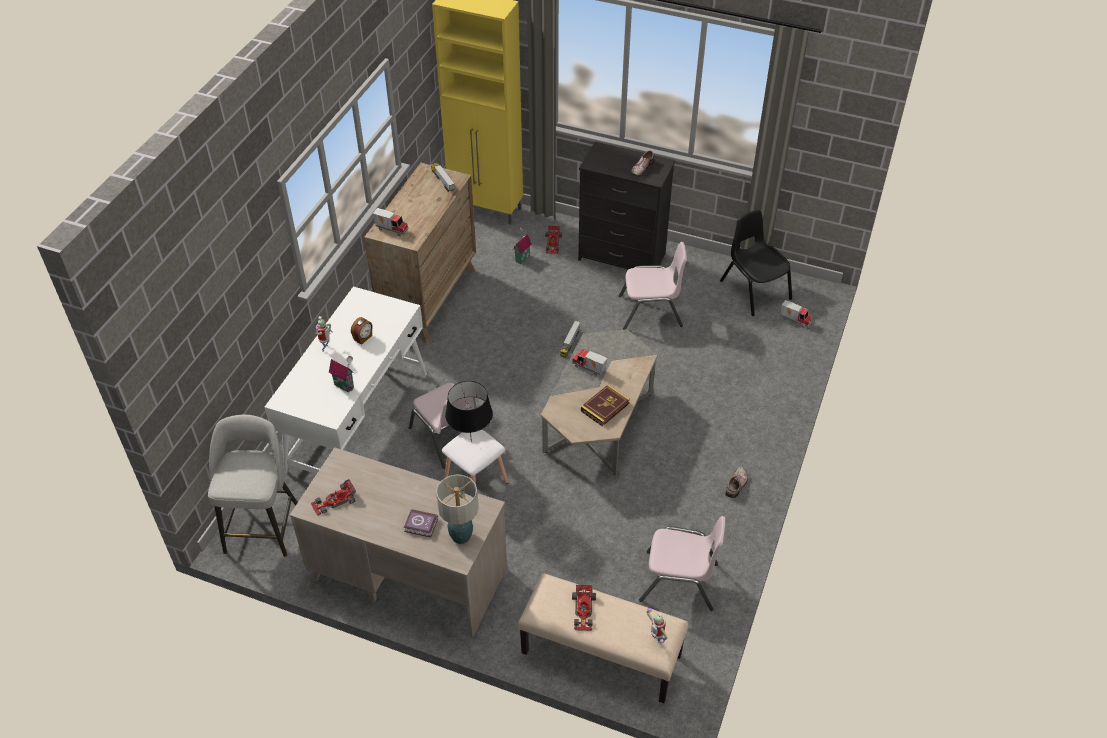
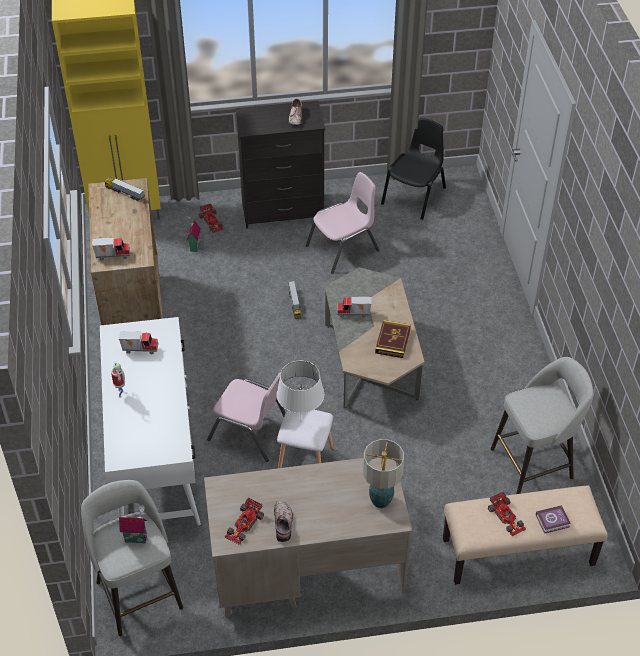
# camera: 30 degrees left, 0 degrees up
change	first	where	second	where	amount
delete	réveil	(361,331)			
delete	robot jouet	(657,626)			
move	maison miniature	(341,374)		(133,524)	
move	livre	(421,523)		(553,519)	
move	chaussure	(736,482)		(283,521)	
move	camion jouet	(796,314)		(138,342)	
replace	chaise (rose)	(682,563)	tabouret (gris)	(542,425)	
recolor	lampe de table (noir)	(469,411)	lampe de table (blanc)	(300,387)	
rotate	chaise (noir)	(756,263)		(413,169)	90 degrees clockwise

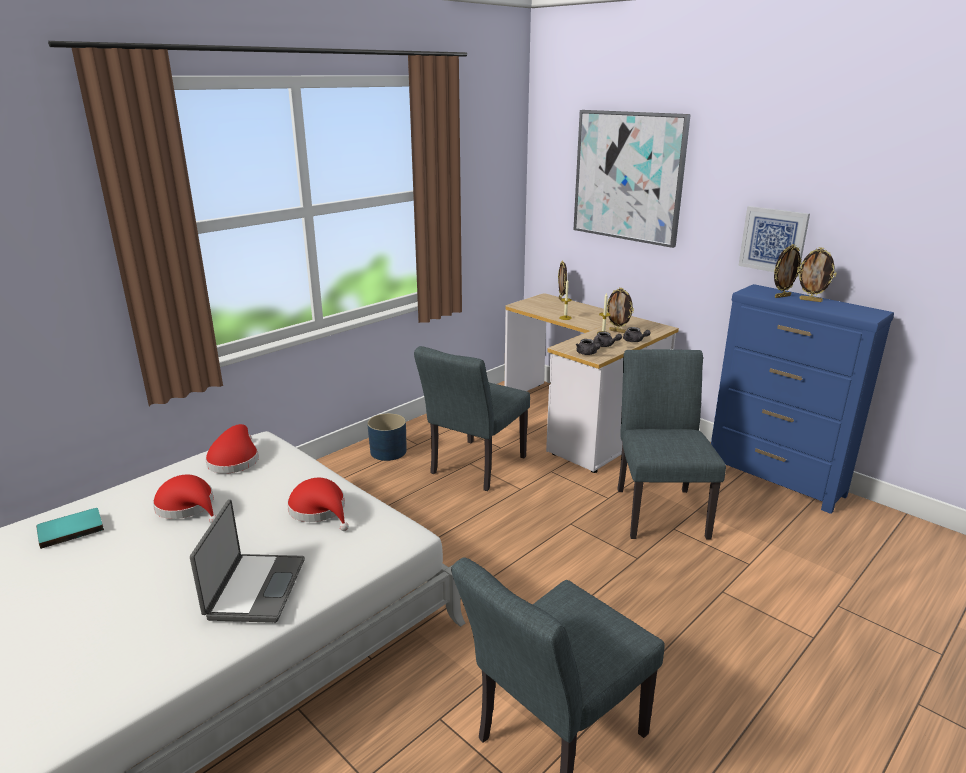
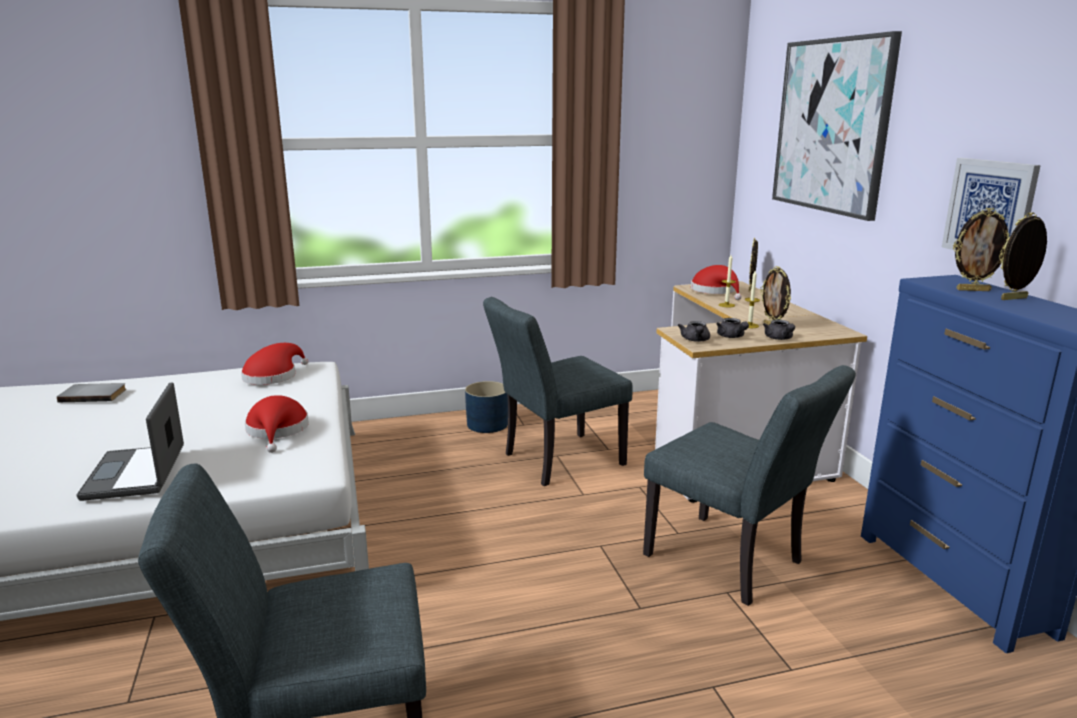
# camera: 30 degrees right, 5 degrees down
change	first	where	second	where	amount
move	chapeau (rouge)	(184,499)		(716,282)	
recolor	livre (turquoise)	(70,528)	livre (gris)	(91,392)	
rotate	ordinateur portable	(247,561)		(130,442)	135 degrees clockwise
rotate	chaise (gris)	(671,444)		(749,485)	105 degrees clockwise
rotate	cadre photo	(816,274)		(1023,256)	105 degrees clockwise

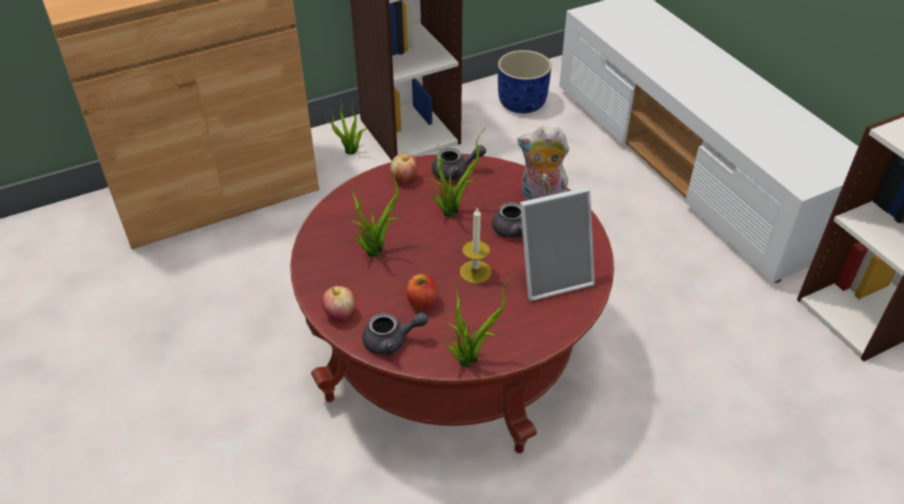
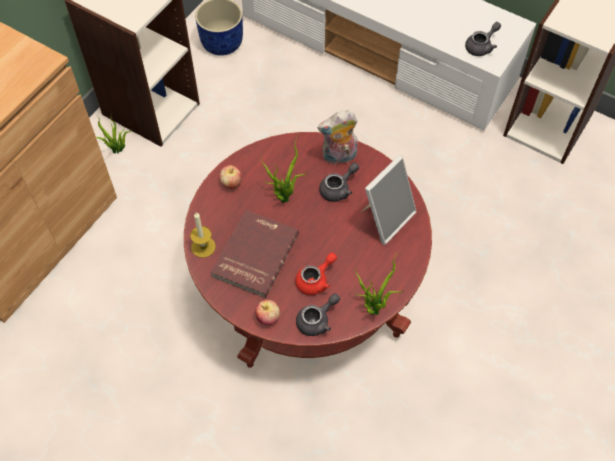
# camera: 30 degrees left, 15 degrees up
change	first	where	second	where	amount
move	théière (gris)	(459,162)		(483,39)	
move	bougie	(476,246)		(203,235)	
replace	plante en pot	(374,209)	livre (rouge)	(254,254)	
replace	pomme	(422,291)	théière (rouge)	(316,274)	

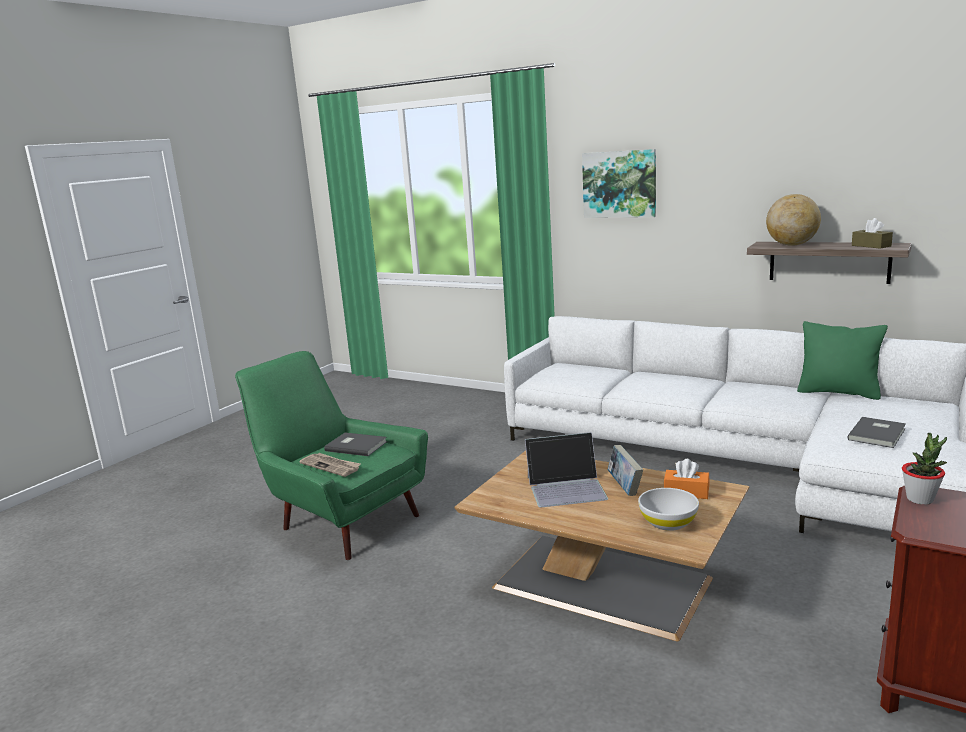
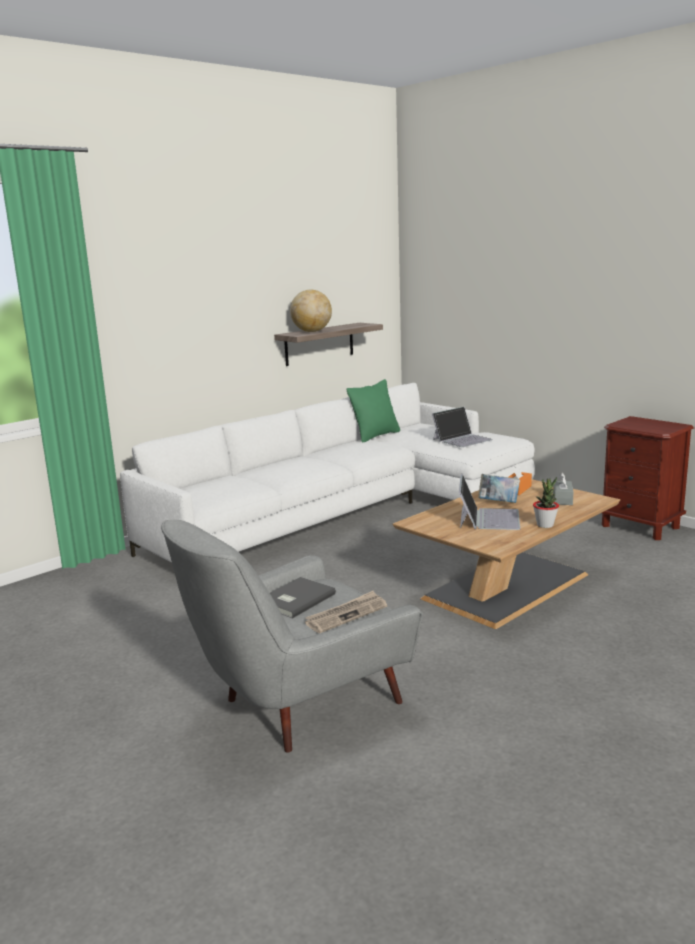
# camera: 75 degrees left, 0 degrees up
change	first	where	second	where	amount
delete	tableau	(619,183)			
delete	boîte à mouchoirs (marron)	(872,233)			
move	plante en pot	(924,469)		(546,502)	
replace	bol (blanc)	(668,509)	boîte à mouchoirs (gris)	(563,488)	
replace	livre (gris)	(876,432)	ordinateur portable	(462,427)	
recolor	fauteuil (vert)	(331,455)	fauteuil (gris)	(292,636)	

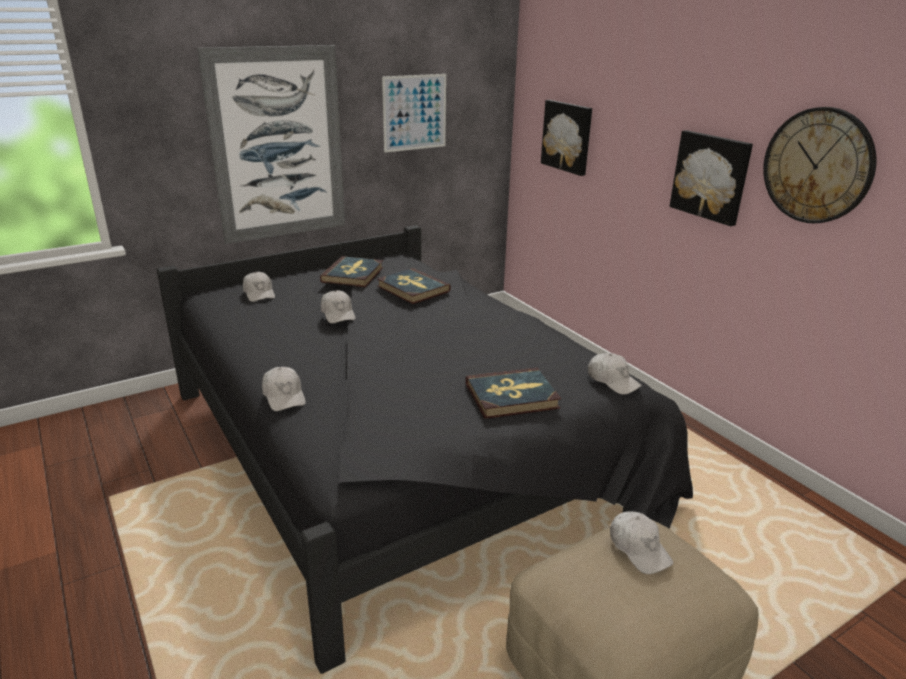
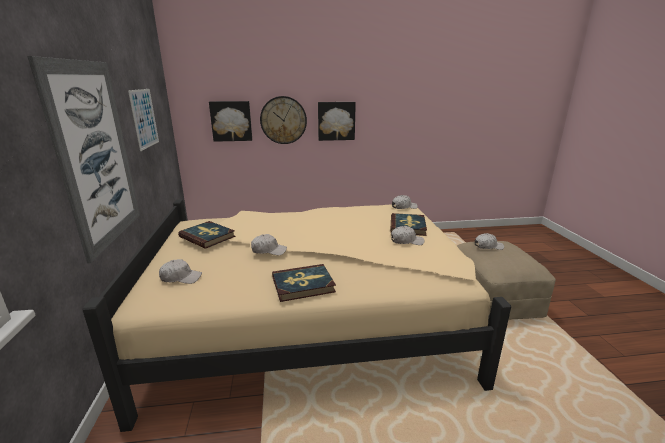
# camera: 65 degrees left, 5 degrees down
change	first	where	second	where	amount
move	casquette (blanc)	(284,389)		(408,235)	
move	livre	(414,286)		(304,283)	
move	horloge murale	(820,165)		(283,120)	
recolor	lit (noir)	(425,449)	lit (beige)	(296,315)	

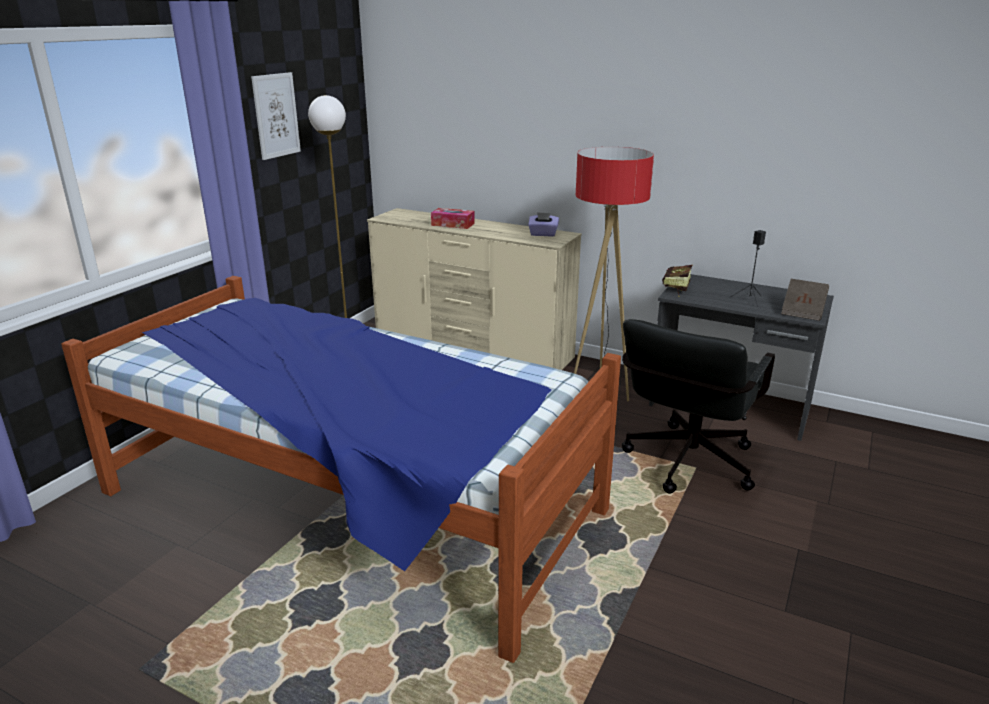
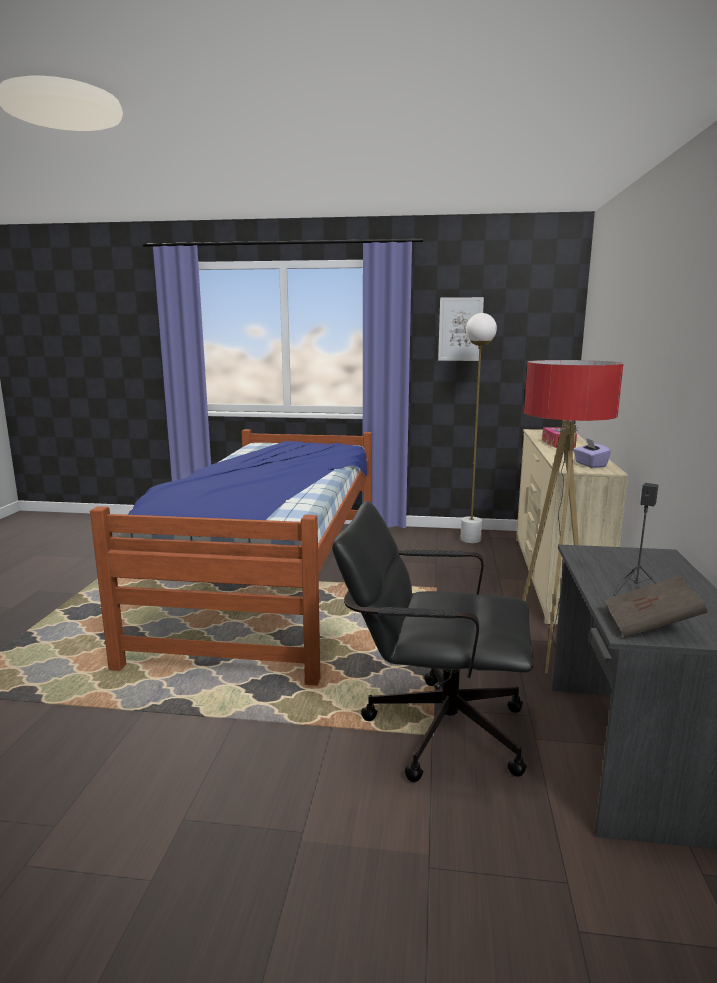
# camera: 70 degrees right, 10 degrees down
change	first	where	second	where	amount
delete	livre	(677,281)			

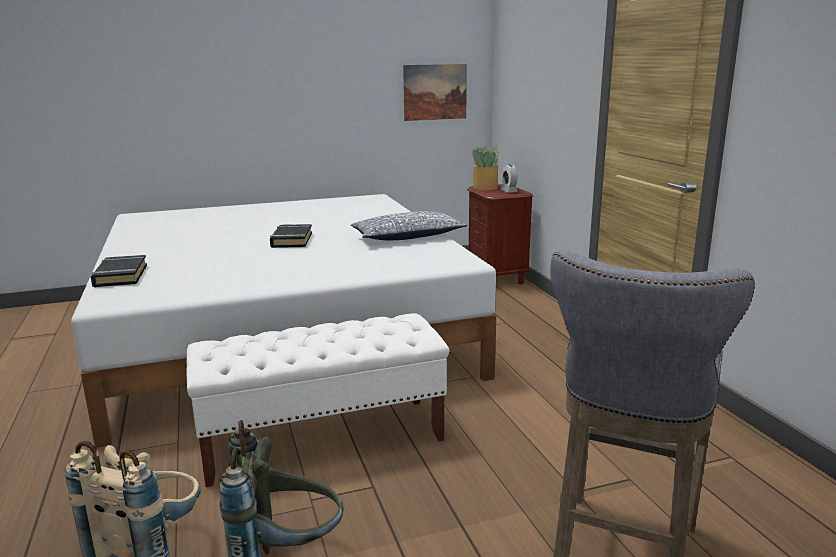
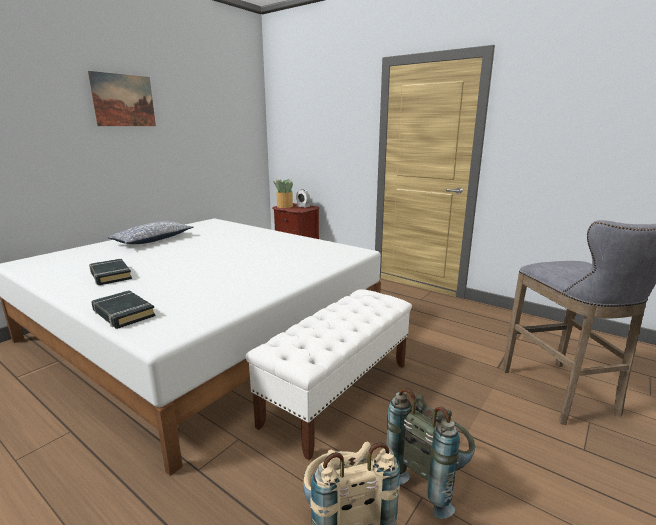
# camera: 35 degrees left, 0 degrees up
change	first	where	second	where	amount
move	livre (noir)	(291,236)		(110,272)	
move	coussin	(409,225)		(150,232)	
move	tableau	(435,92)		(122,98)	

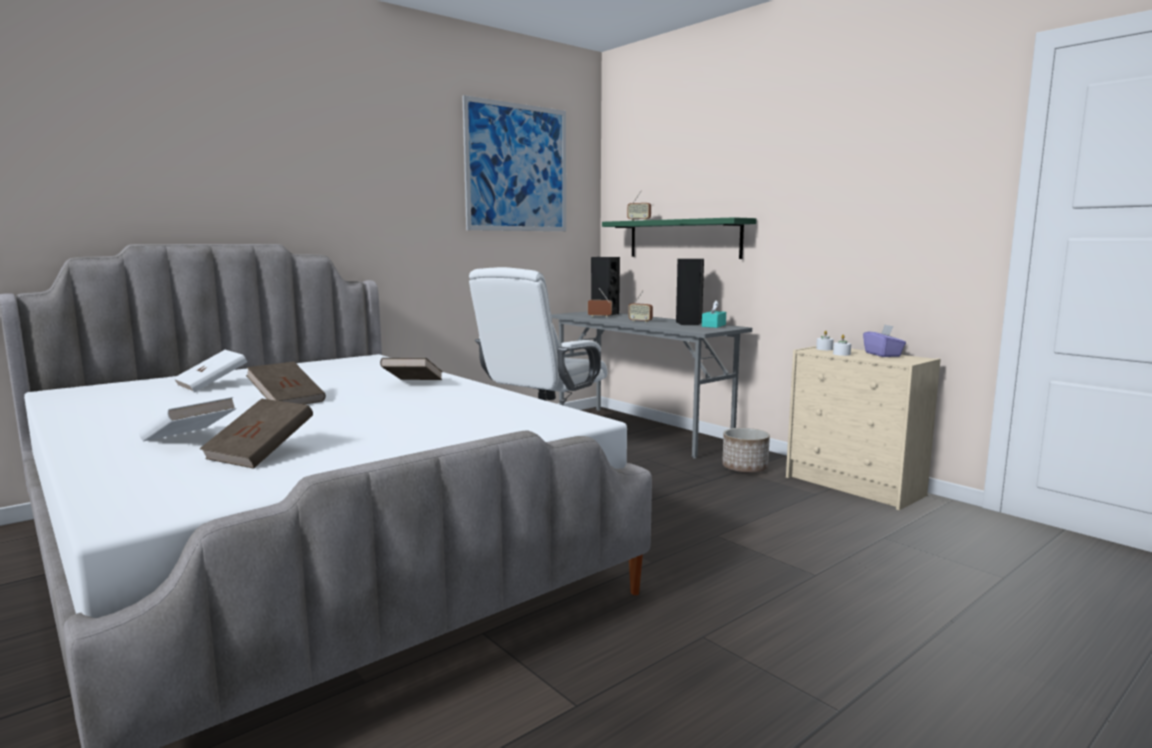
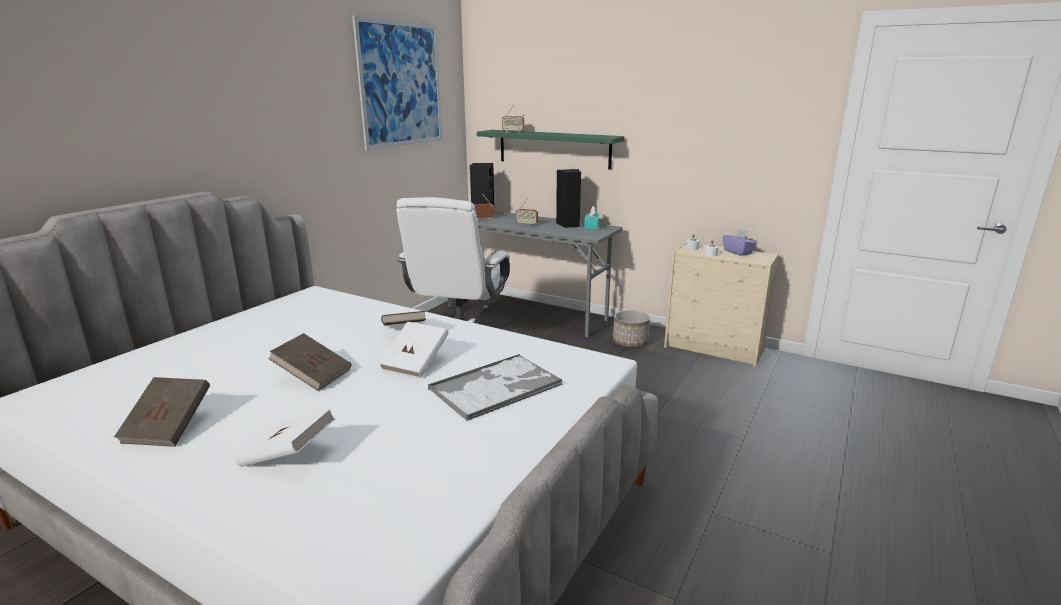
# camera: 20 degrees left, 10 degrees up
change	first	where	second	where	amount
insert			plateau	(495,387)	
move	livre (blanc)	(210,371)		(413,350)	
move	livre (marron)	(256,434)		(162,412)	

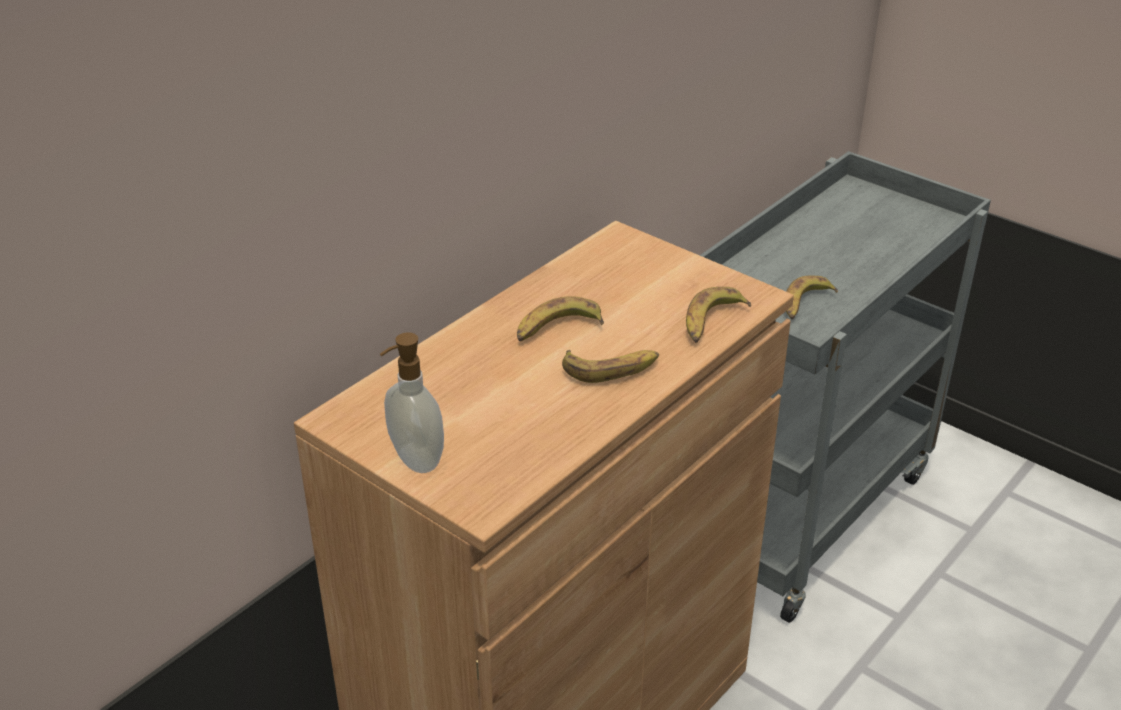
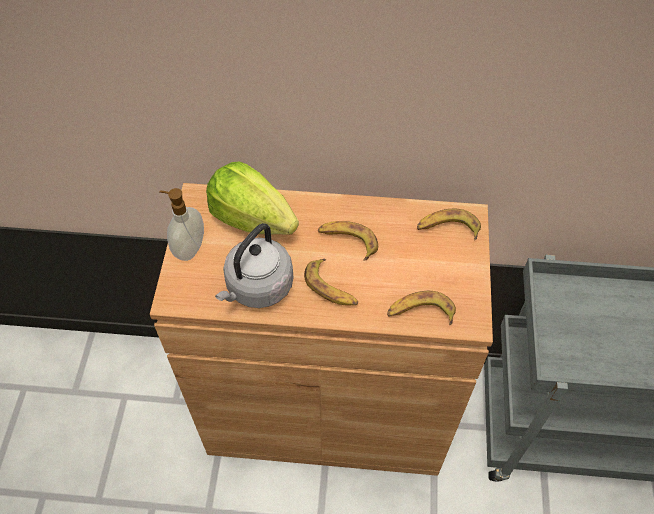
# camera: 55 degrees right, 20 degrees up
change	first	where	second	where	amount
insert			laitue	(252,198)	
insert			bouilloire (gris)	(254,265)	
move	banane	(812,298)		(449,224)	

